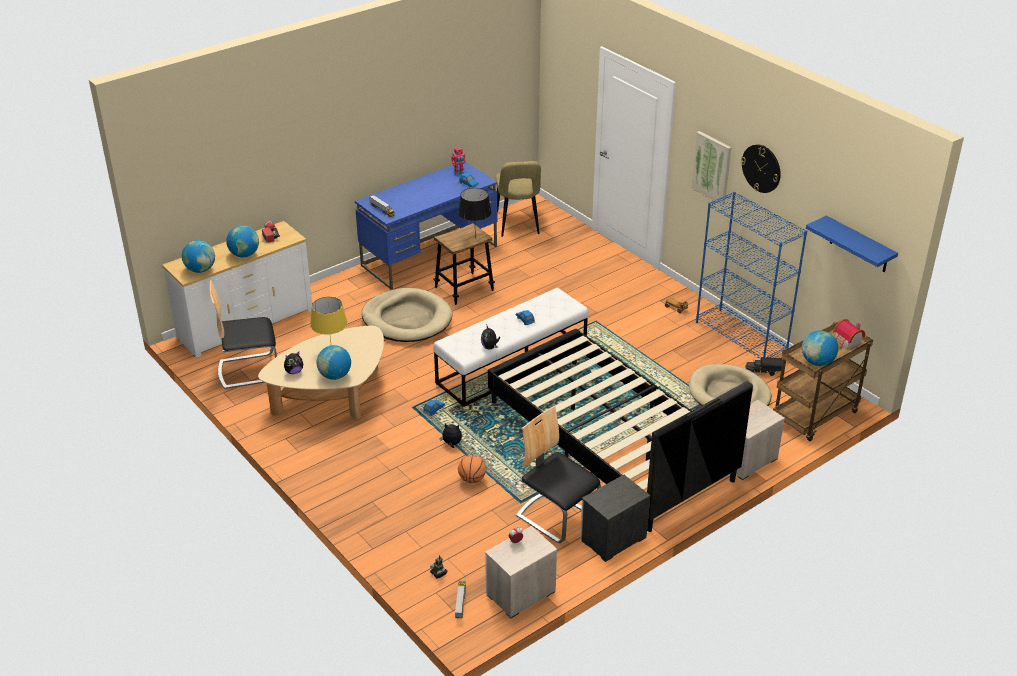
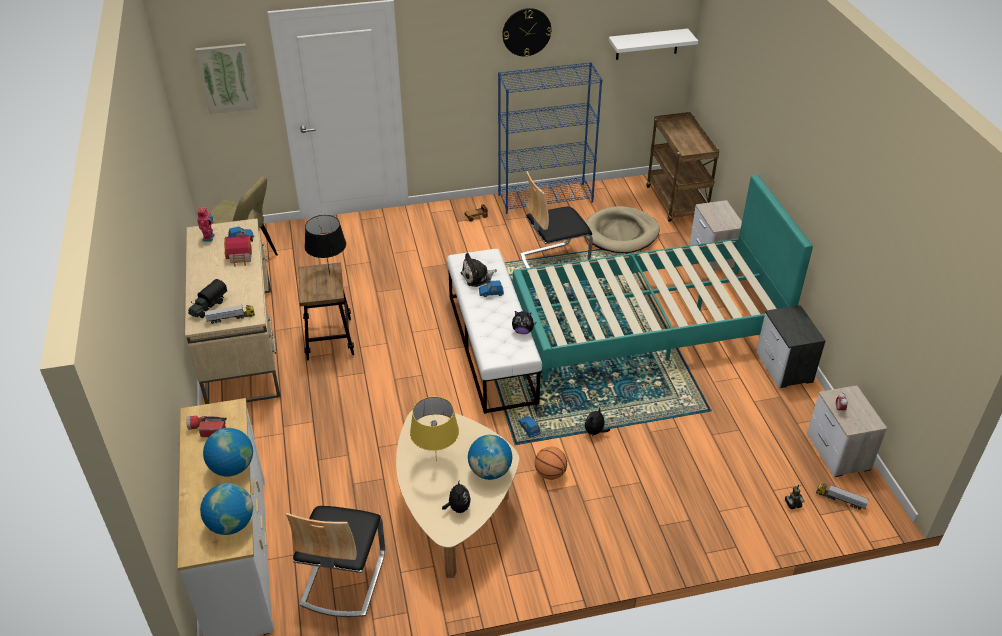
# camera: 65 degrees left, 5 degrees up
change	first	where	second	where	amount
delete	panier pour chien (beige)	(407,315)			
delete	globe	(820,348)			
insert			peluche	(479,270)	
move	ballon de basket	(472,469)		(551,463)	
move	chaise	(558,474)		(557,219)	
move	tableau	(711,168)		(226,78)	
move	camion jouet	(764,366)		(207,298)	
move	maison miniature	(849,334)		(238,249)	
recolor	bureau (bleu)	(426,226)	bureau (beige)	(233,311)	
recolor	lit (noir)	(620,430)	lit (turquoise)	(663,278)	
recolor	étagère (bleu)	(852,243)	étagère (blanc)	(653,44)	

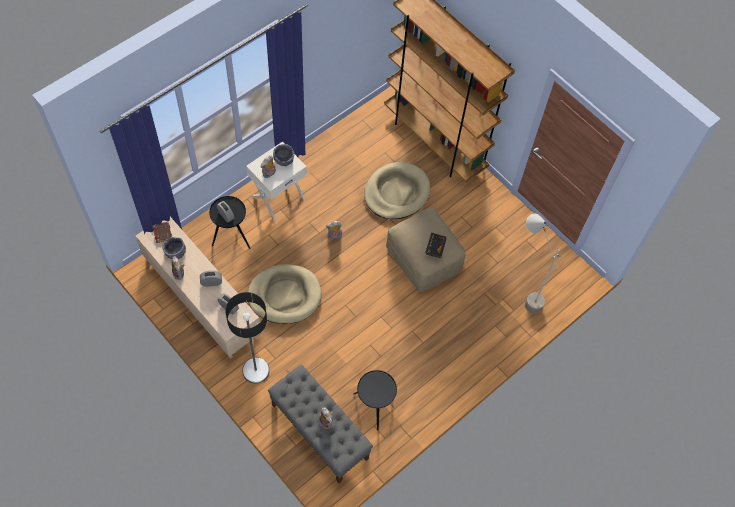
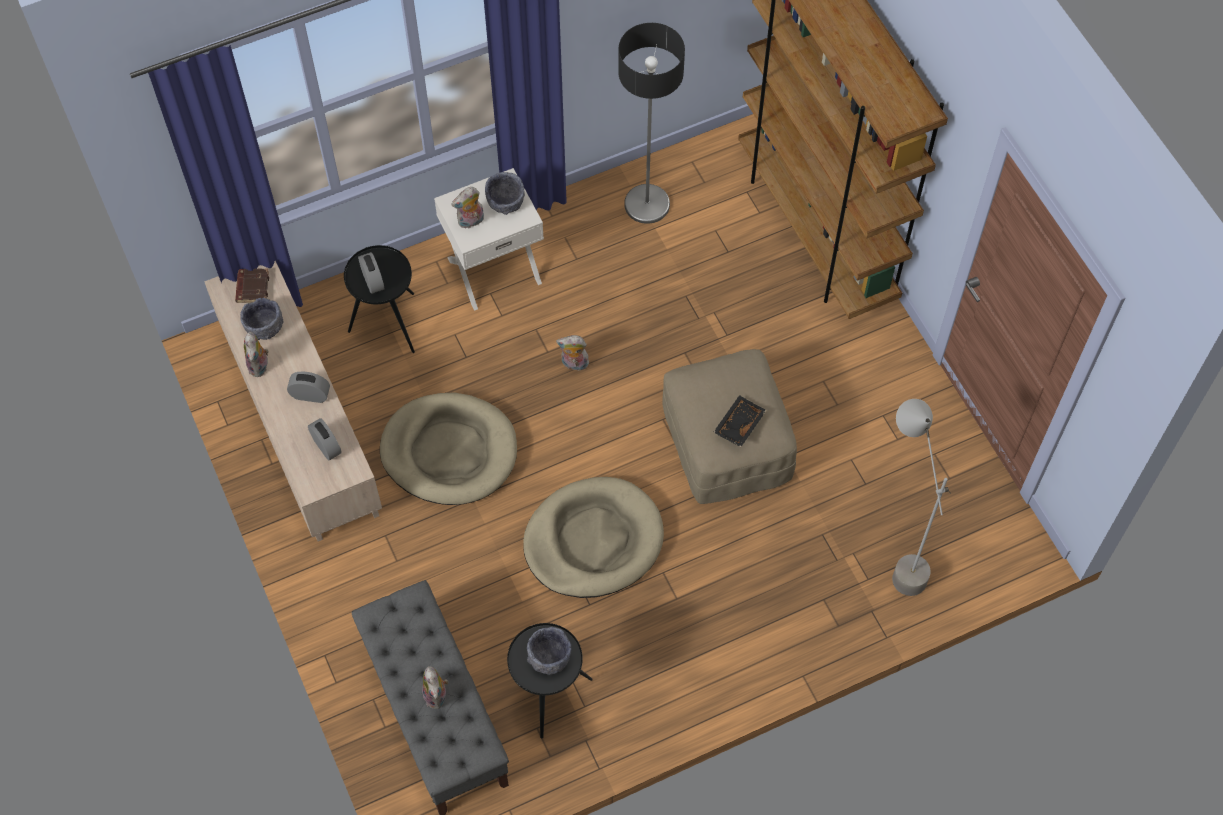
# camera: 20 degrees right, 0 degrees up
change	first	where	second	where	amount
insert			bol (gris)	(549,651)	
move	lampadaire	(247,338)		(651,123)	
move	panier pour chien (beige)	(397,190)		(593,537)	

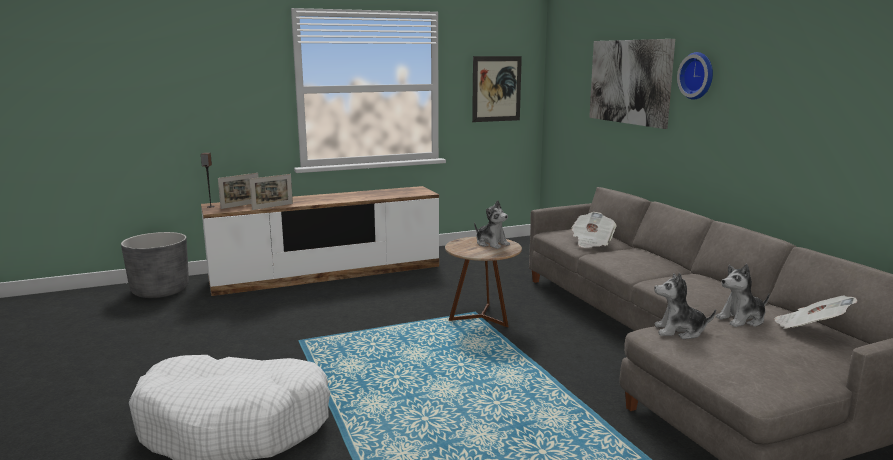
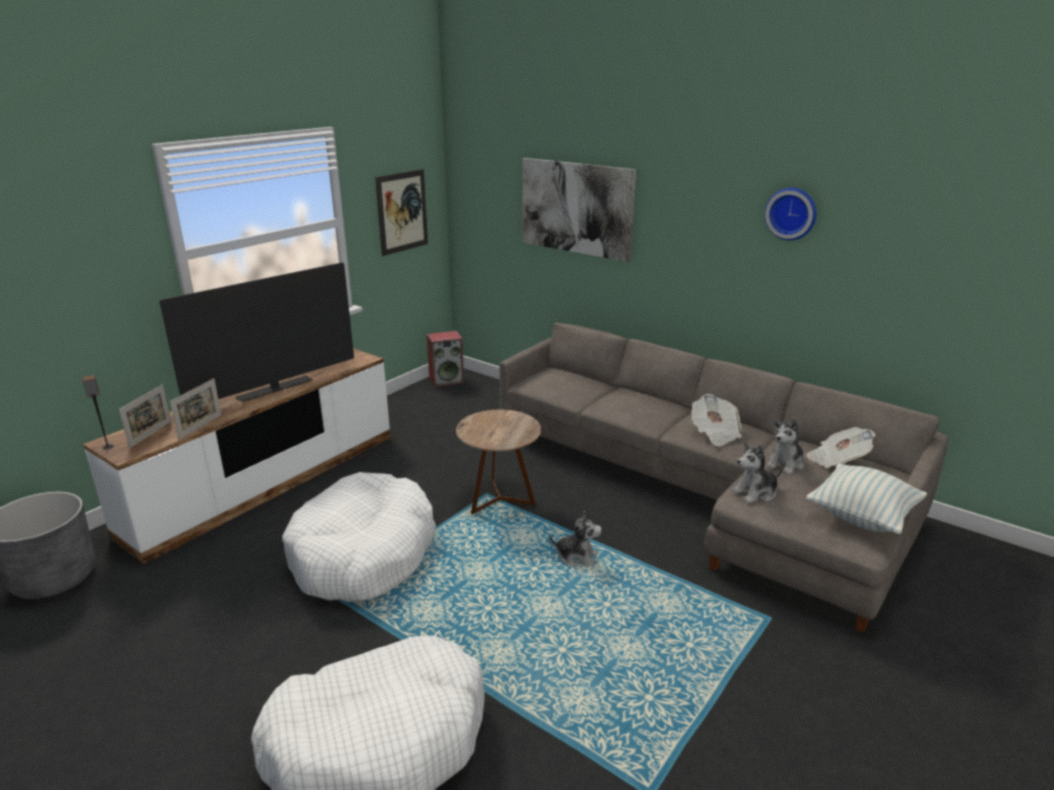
# camera: 30 degrees left, 10 degrees up
change	first	where	second	where	amount
insert			téléviseur	(256,332)	
insert			panier pour chien (blanc)	(359,537)	
insert			enceinte	(445,359)	
insert			coussin	(866,498)	
move	peluche	(492,224)		(576,539)	
move	journal	(594,230)		(716,420)	
move	horloge murale	(695,76)		(791,214)	

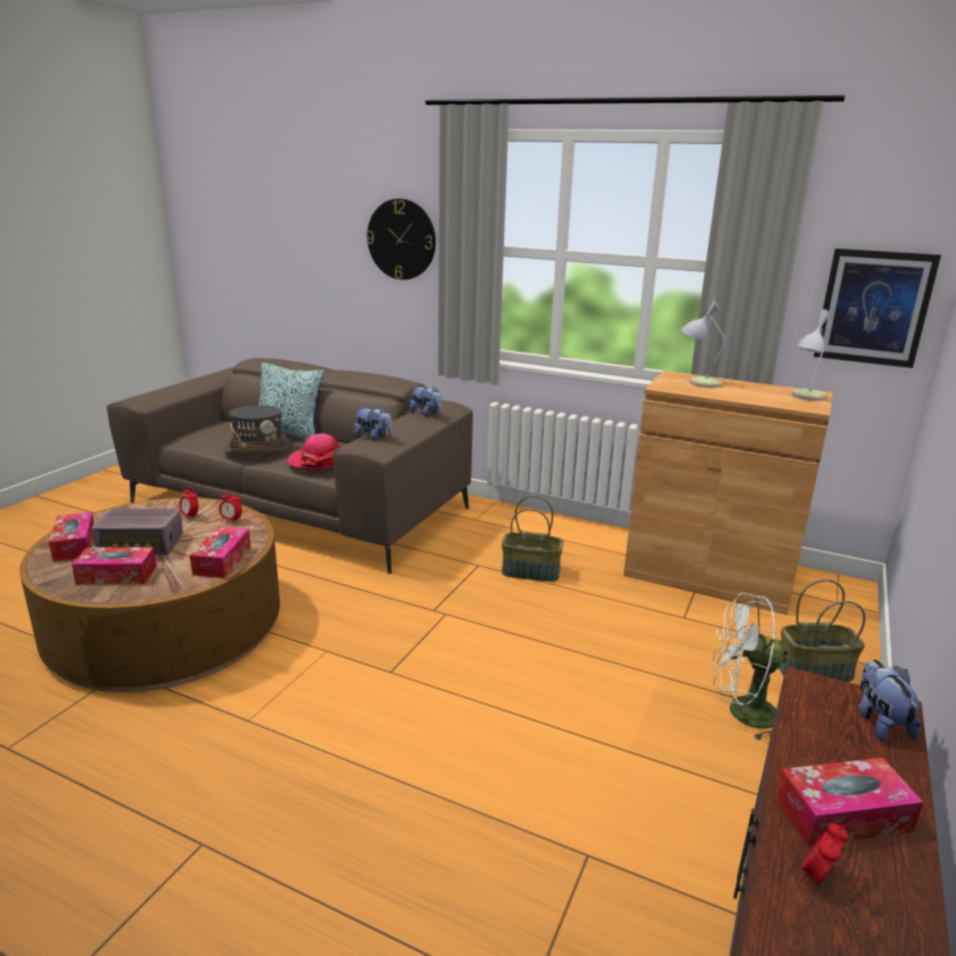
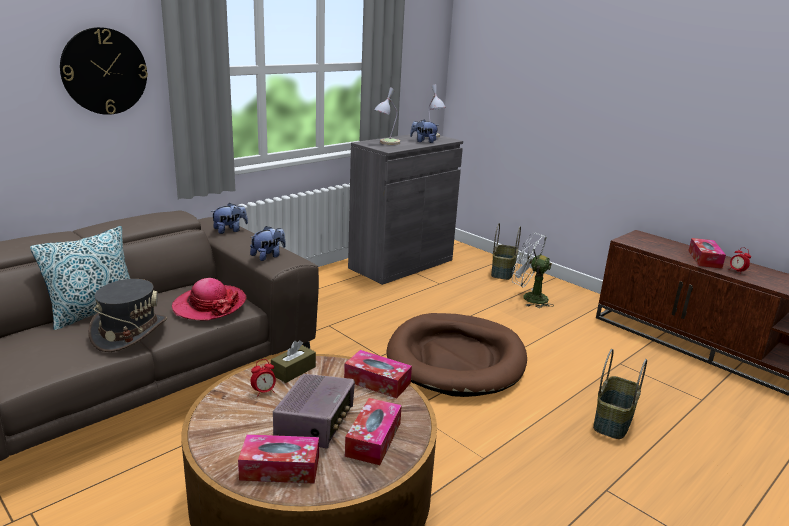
# camera: 70 degrees left, 0 degrees up
change	first	where	second	where	amount
delete	tableau	(877,308)			
insert			panier pour chien (marron)	(457,355)	
move	panier	(533,538)		(620,394)	
move	peluche	(890,700)		(424,131)	
replace	réveil	(230,506)	boîte à mouchoirs (marron)	(293,361)	
recolor	meuble de rangement (marron)	(728,493)	meuble de rangement (gris)	(405,209)	
rotate	ventilateur (blanc)	(750,667)		(532,270)	90 degrees clockwise

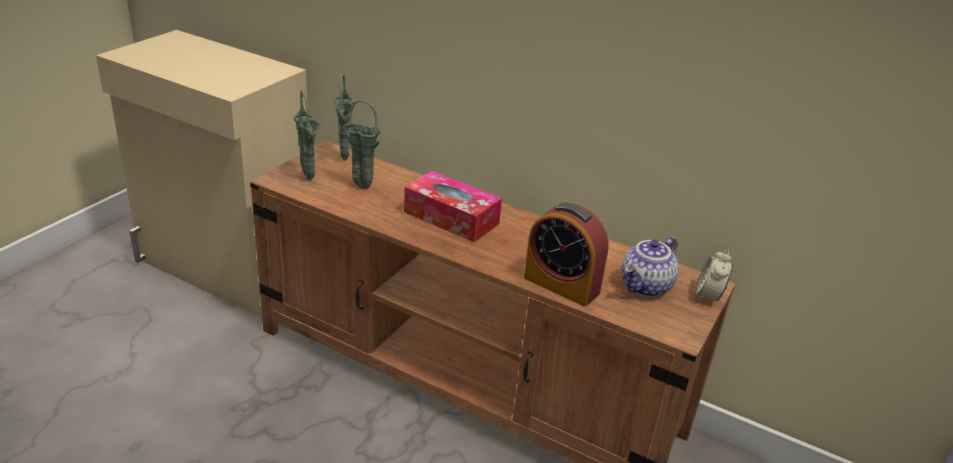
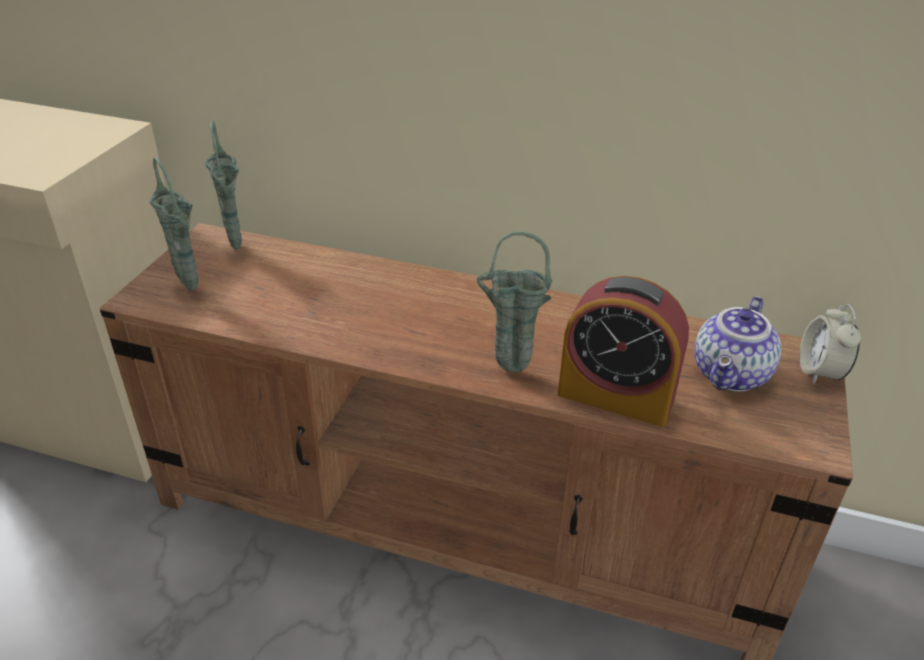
# camera: 10 degrees left, 5 degrees up
change	first	where	second	where	amount
delete	boîte à mouchoirs	(453,206)			
move	vase (vert)	(361,144)		(514,301)	

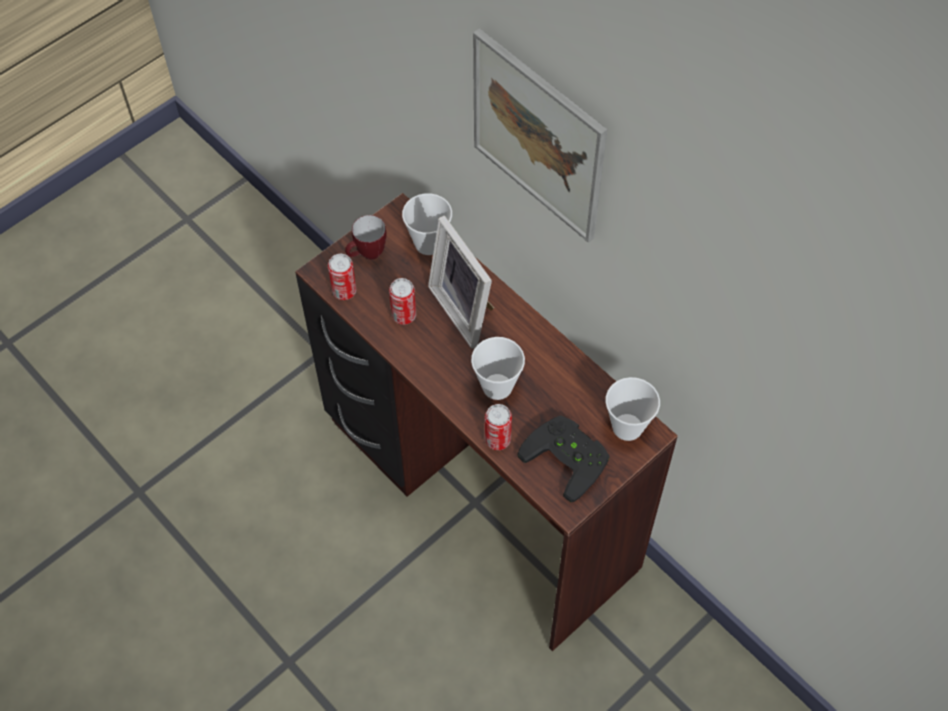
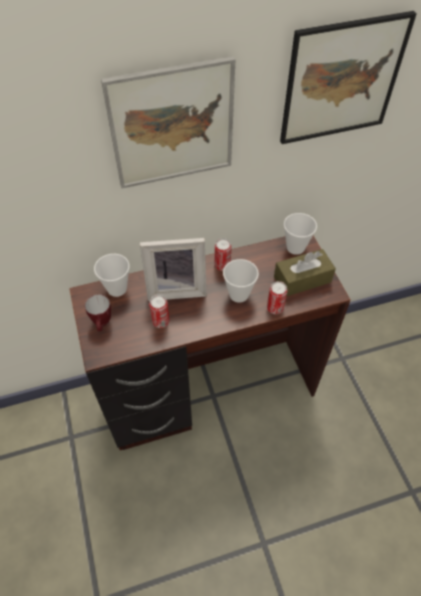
# camera: 65 degrees left, 5 degrees down
change	first	where	second	where	amount
insert			tableau	(348,77)	
move	boîte métallique	(342,277)		(223,254)	
replace	manette (noir)	(563,458)	boîte à mouchoirs (marron)	(305,273)	

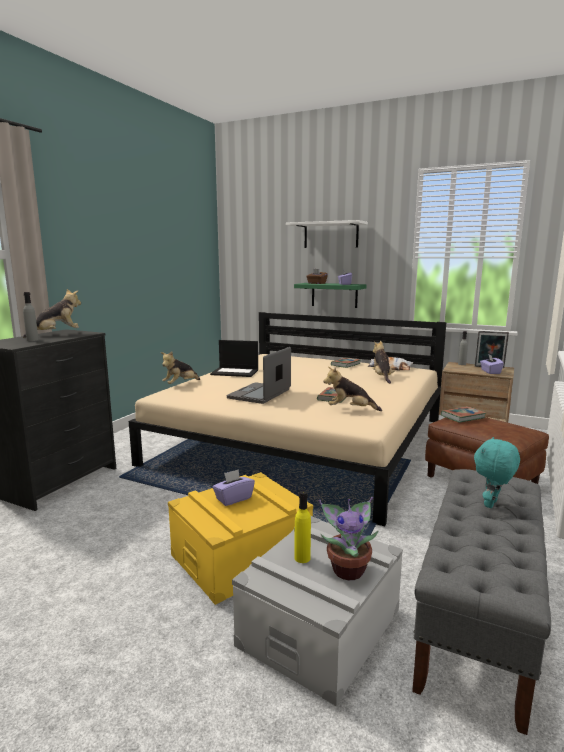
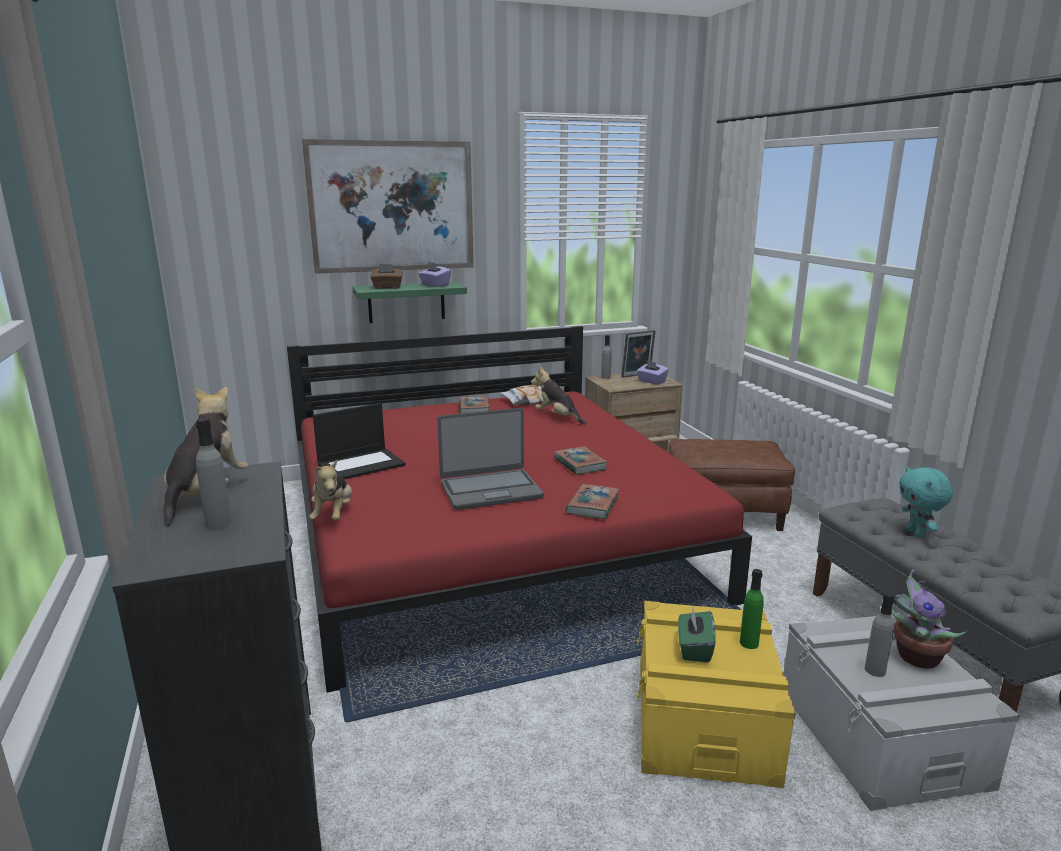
# camera: 45 degrees left, 5 degrees up
change	first	where	second	where	amount
delete	peluche	(352,389)			
insert			bouteille (vert)	(752,609)	
move	livre	(463,414)		(593,501)	
replace	étagère (blanc)	(327,234)	tableau	(388,206)	
recolor	lit (beige)	(288,419)	lit (rouge)	(519,509)	
recolor	boîte à mouchoirs (violet)	(234,487)	boîte à mouchoirs (vert)	(697,634)	
recolor	bouteille (jaune)	(302,527)	bouteille (gris)	(880,634)	
rotate	ordinateur portable	(259,375)		(490,459)	90 degrees counterclockwise

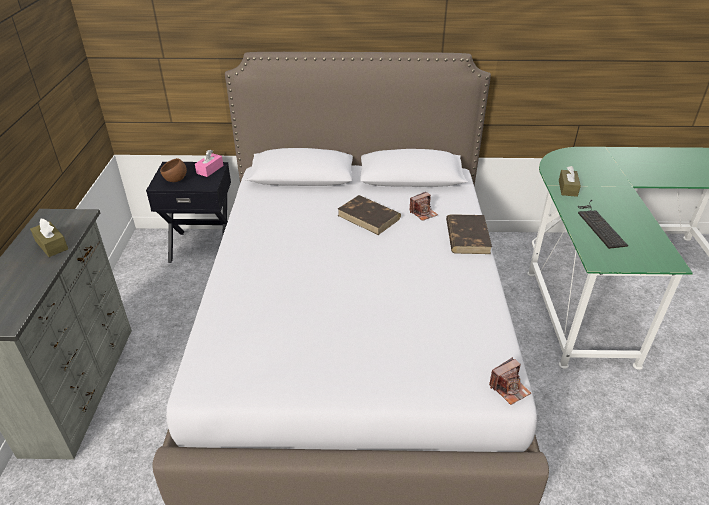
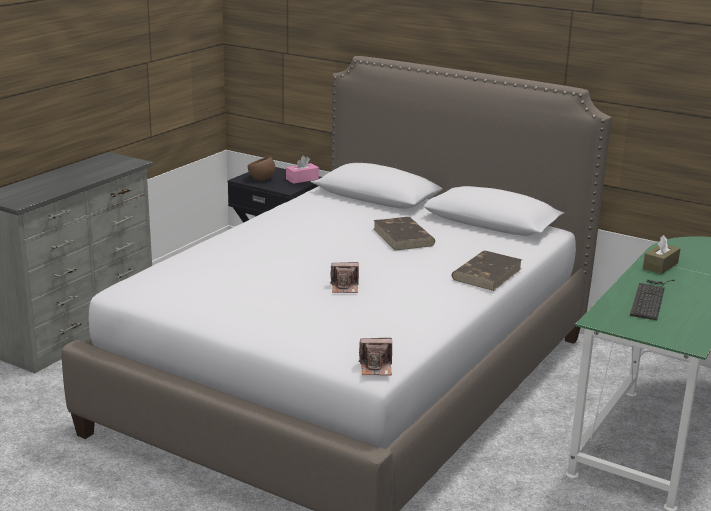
# camera: 30 degrees right, 15 degrees down
change	first	where	second	where	amount
delete	boîte à mouchoirs (marron)	(49,238)			
move	appareil photo	(423,206)		(344,277)	

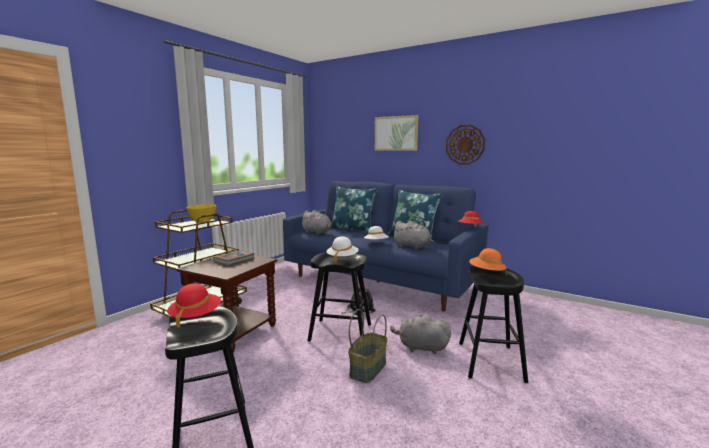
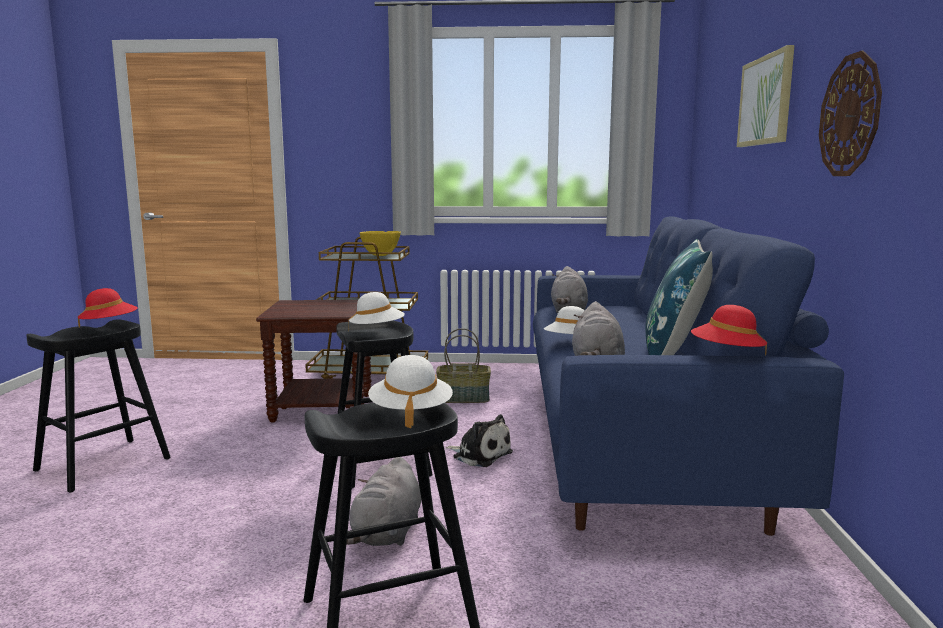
# camera: 60 degrees right, 0 degrees up
change	first	where	second	where	amount
delete	livre	(234,258)			
delete	coussin (bleu)	(354,209)			
move	panier	(367,346)		(463,365)	
recolor	chapeau (orange)	(488,259)	chapeau (blanc)	(410,391)	
rotate	peluche (gris)	(420,334)		(383,501)	150 degrees counterclockwise

